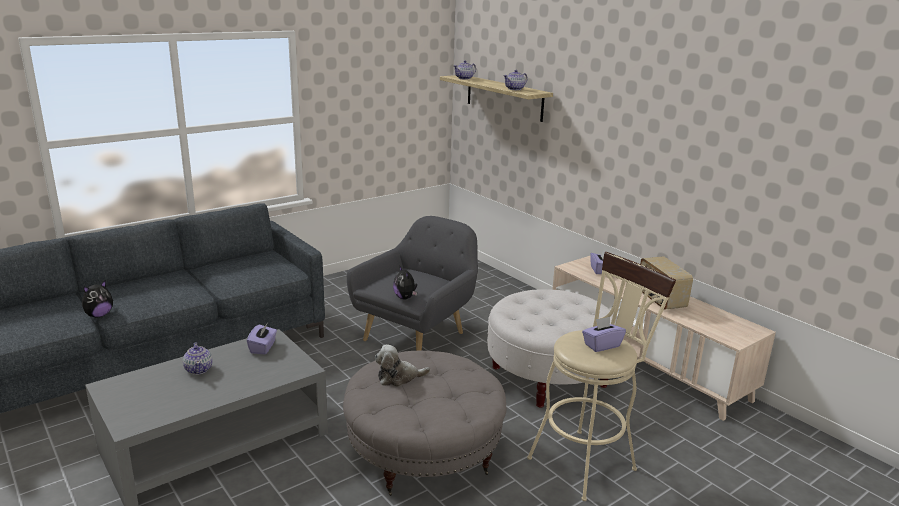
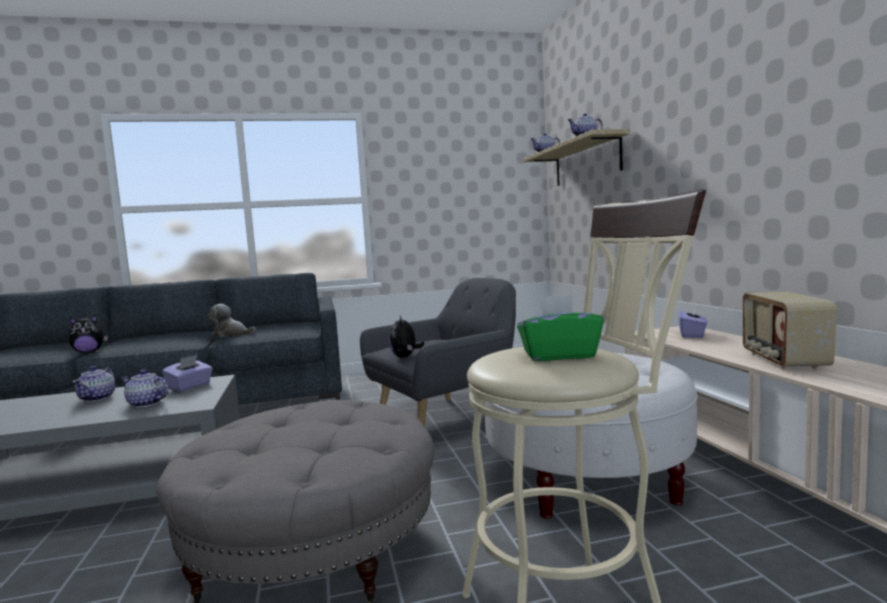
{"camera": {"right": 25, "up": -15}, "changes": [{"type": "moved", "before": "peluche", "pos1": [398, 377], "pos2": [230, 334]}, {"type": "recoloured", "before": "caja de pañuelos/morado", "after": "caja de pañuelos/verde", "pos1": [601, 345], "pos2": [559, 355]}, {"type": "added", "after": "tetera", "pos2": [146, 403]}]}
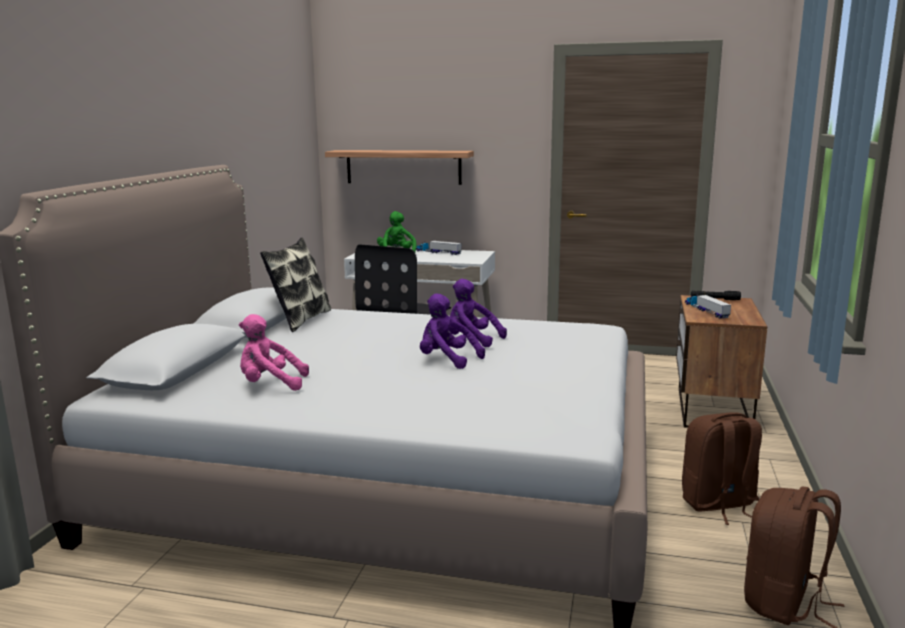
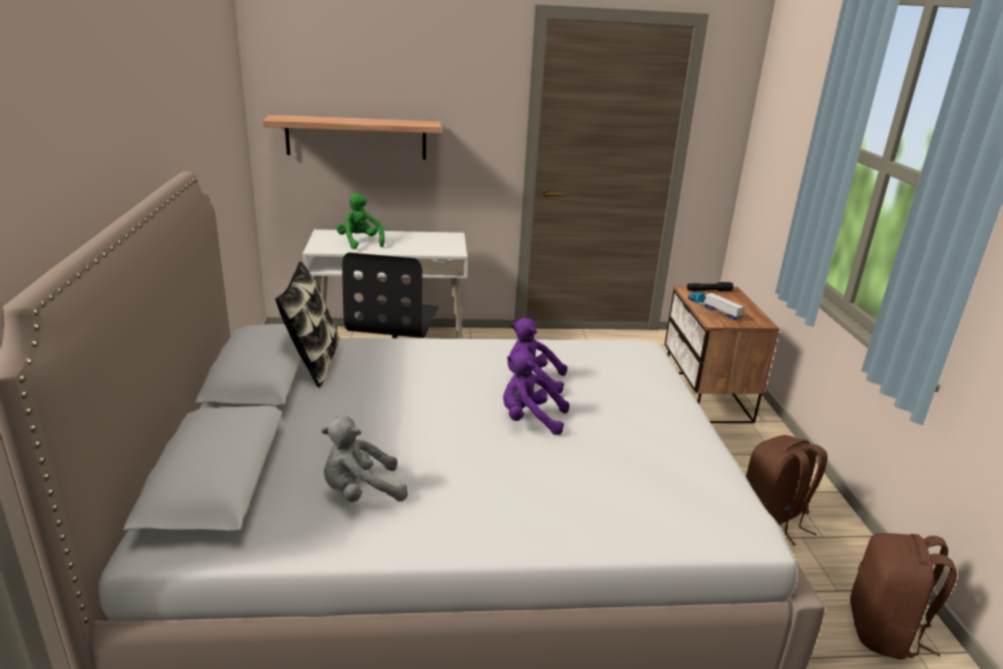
{"camera": {"right": -20, "up": 10}, "changes": [{"type": "recoloured", "before": "peluche/rosa", "after": "peluche/gris", "pos1": [270, 385], "pos2": [360, 492]}, {"type": "removed", "before": "camión de juguete", "pos1": [438, 252]}]}
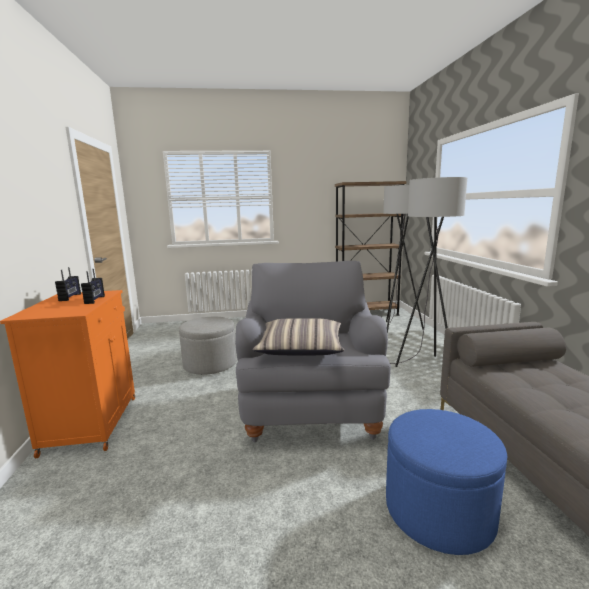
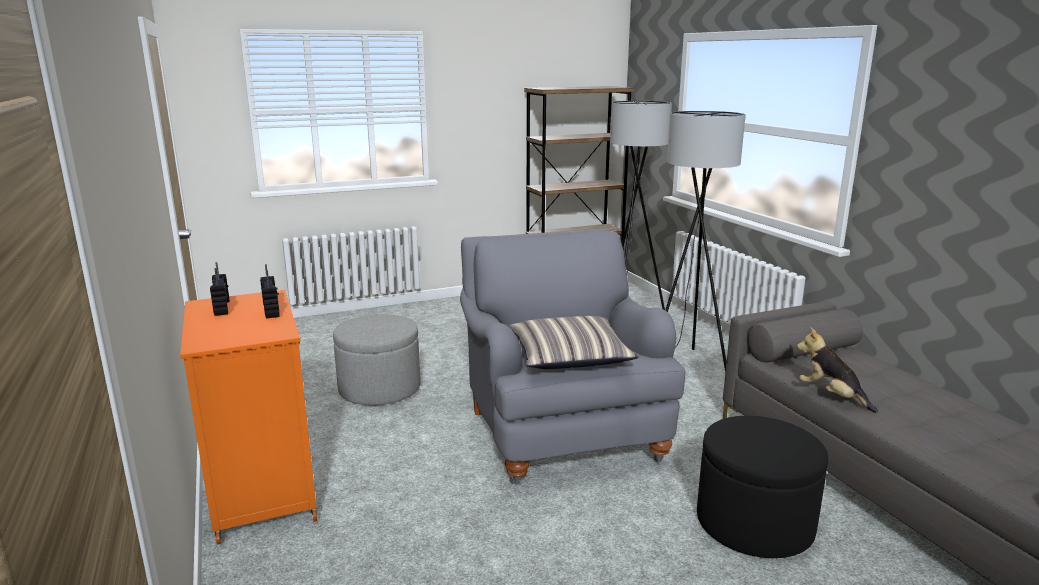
{"camera": {"right": -15, "up": 5}, "changes": [{"type": "recoloured", "before": "puf/azul", "after": "puf/negro", "pos1": [438, 510], "pos2": [754, 523]}, {"type": "added", "after": "peluche", "pos2": [831, 396]}]}
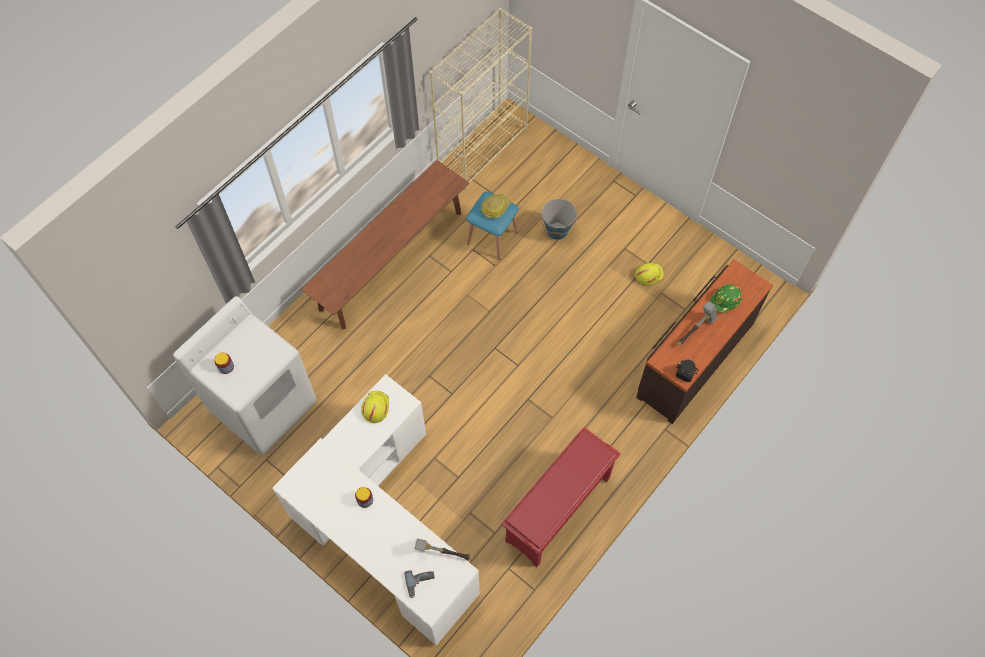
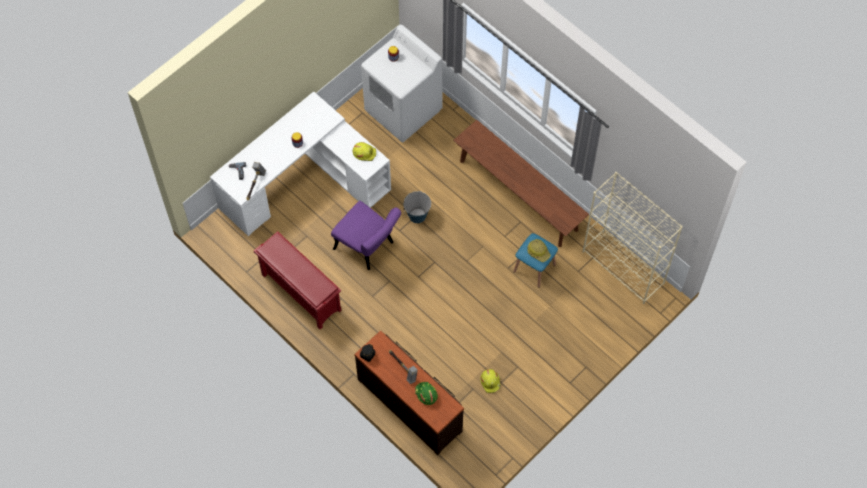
{"camera": {"right": 95, "up": 0}, "changes": [{"type": "moved", "before": "cubo", "pos1": [557, 230], "pos2": [417, 215]}, {"type": "added", "after": "silla/morado", "pos2": [368, 248]}]}
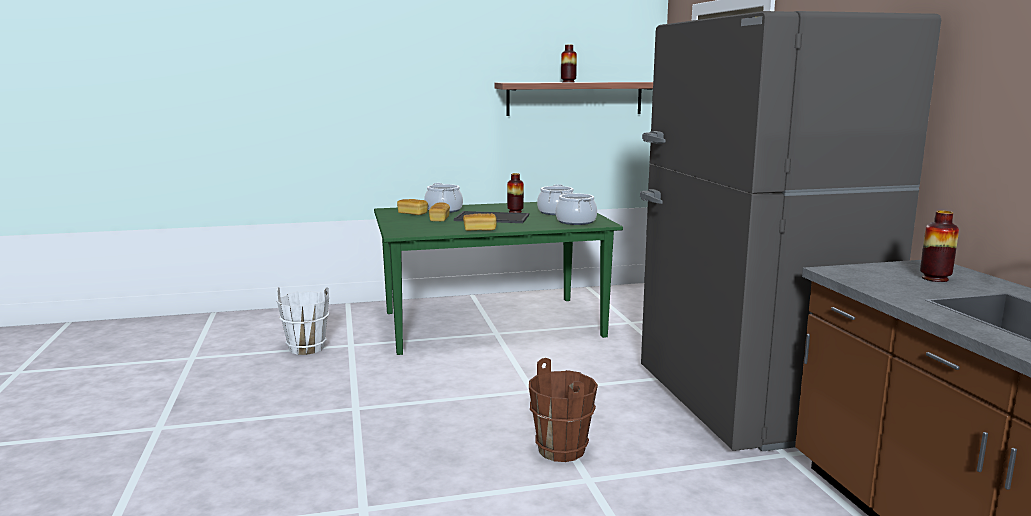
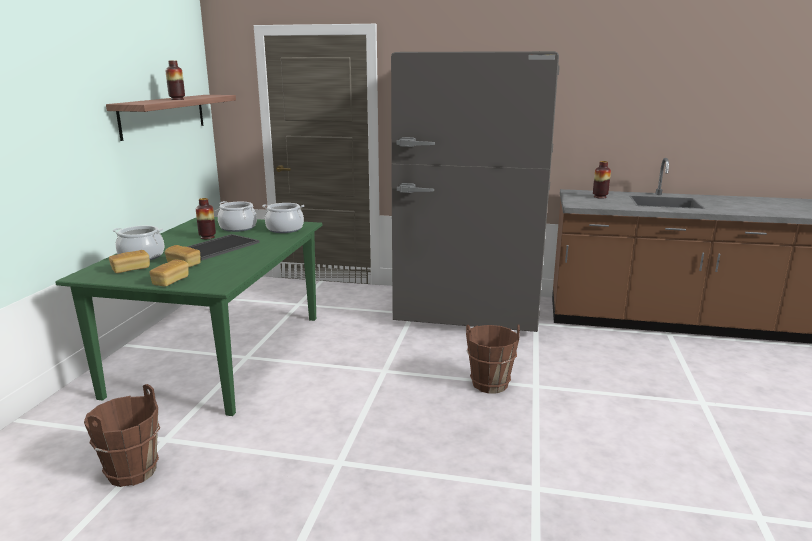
{"camera": {"right": -65, "up": 5}, "changes": [{"type": "recoloured", "before": "cubo/blanco", "after": "cubo/marrón", "pos1": [306, 348], "pos2": [131, 472]}, {"type": "moved", "before": "pan", "pos1": [479, 230], "pos2": [171, 281]}]}
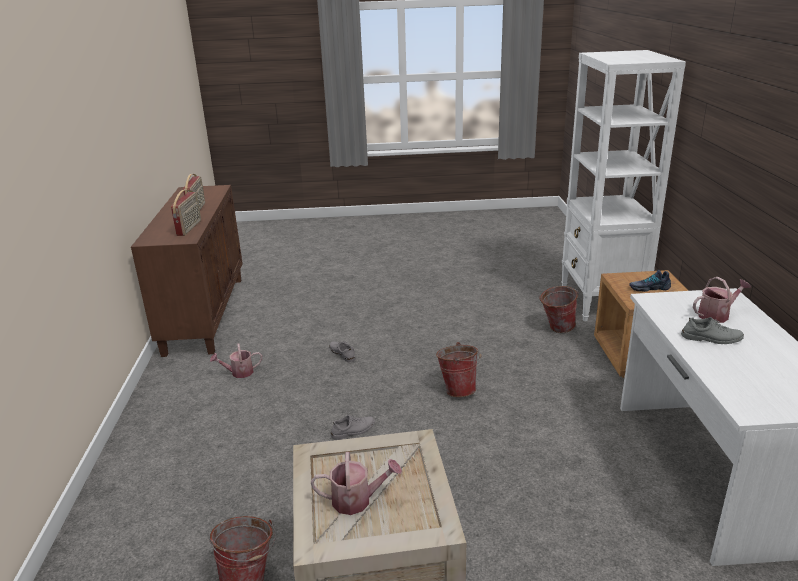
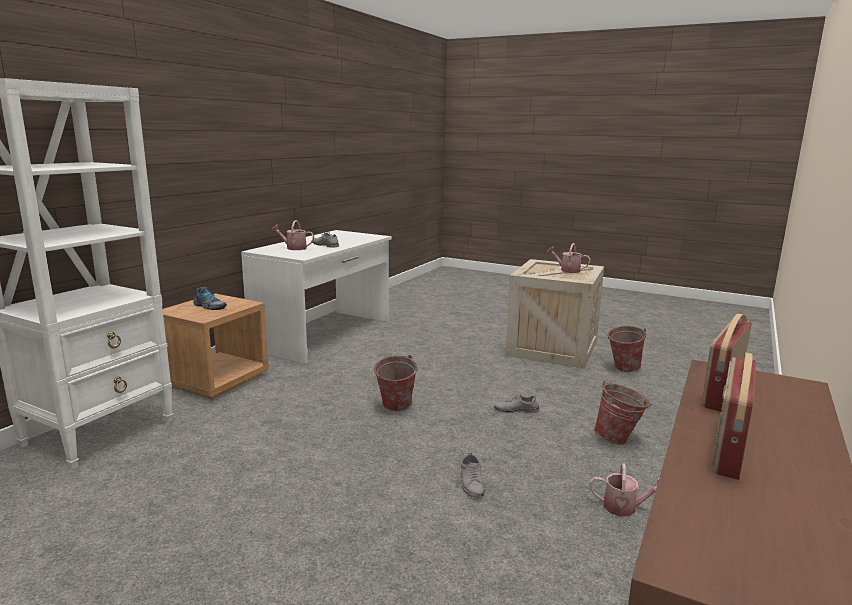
{"camera": {"right": -150, "up": -10}, "changes": [{"type": "moved", "before": "cubo", "pos1": [556, 328], "pos2": [619, 440]}]}
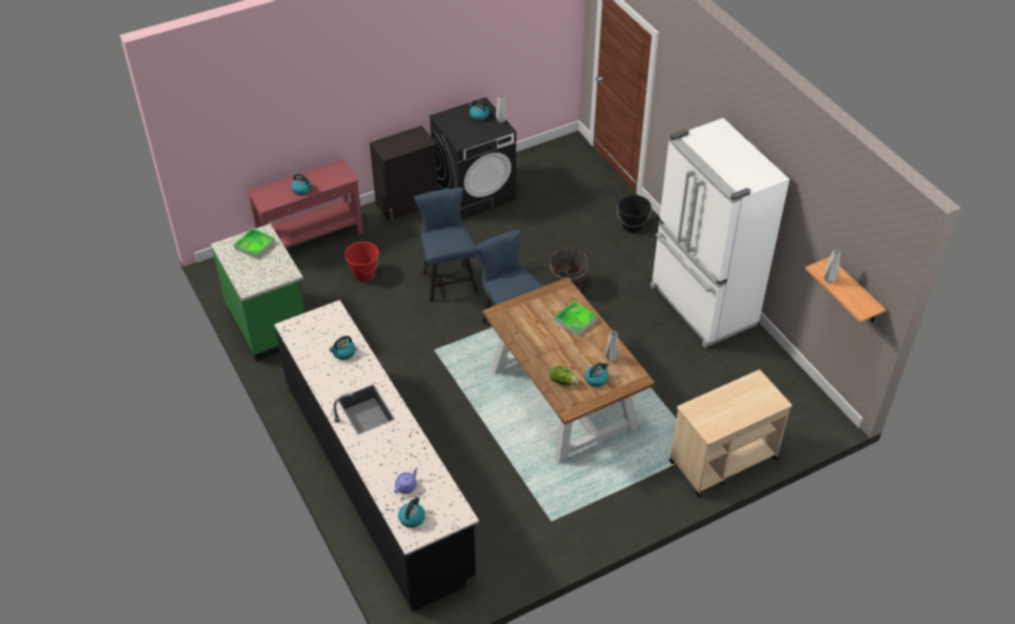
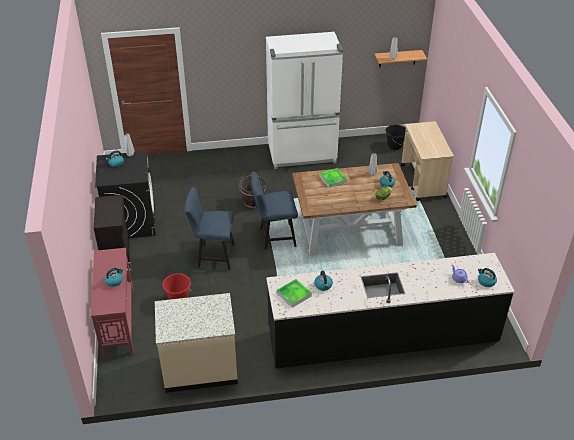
{"camera": {"right": -70, "up": -5}, "changes": [{"type": "recoloured", "before": "mueble bajo de cocina/verde", "after": "mueble bajo de cocina/beis", "pos1": [269, 323], "pos2": [200, 367]}, {"type": "moved", "before": "bandeja", "pos1": [255, 245], "pos2": [294, 294]}, {"type": "moved", "before": "cubo/negro", "pos1": [632, 226], "pos2": [394, 146]}]}
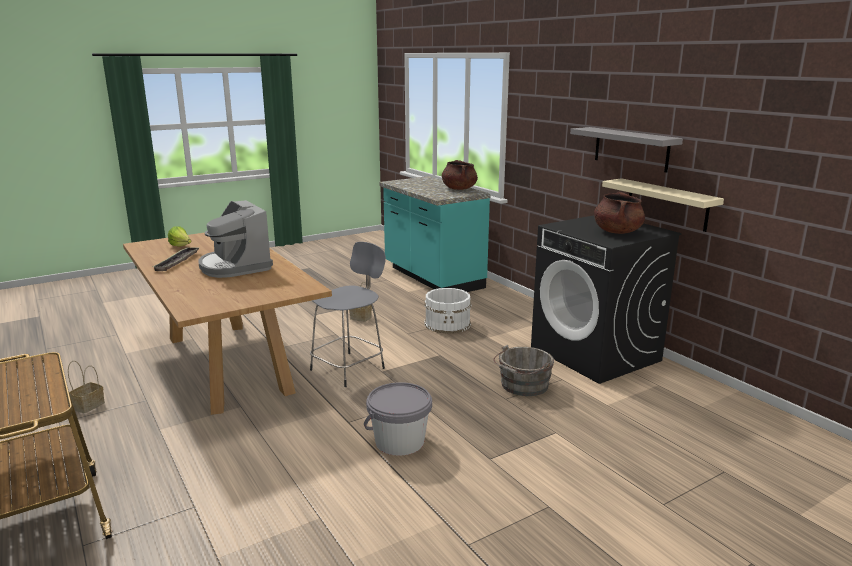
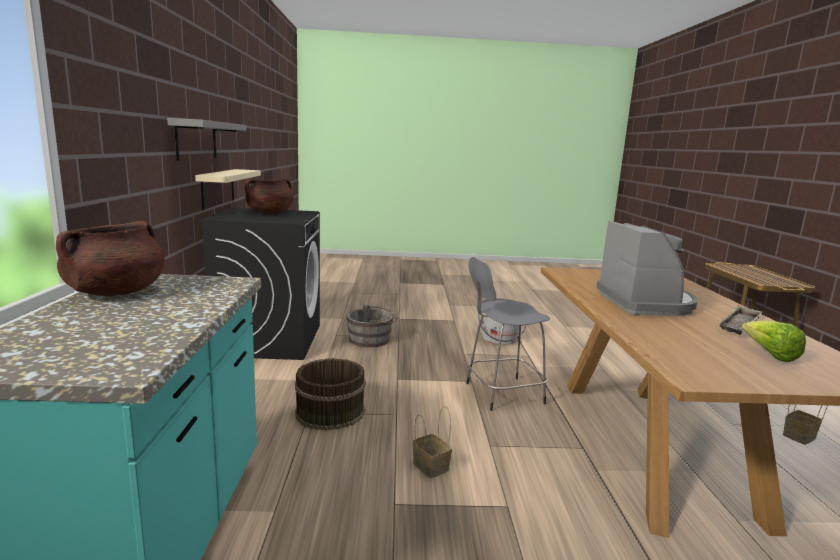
{"camera": {"right": -150, "up": -5}, "changes": [{"type": "recoloured", "before": "cubo/blanco", "after": "cubo/marrón", "pos1": [448, 323], "pos2": [329, 411]}]}
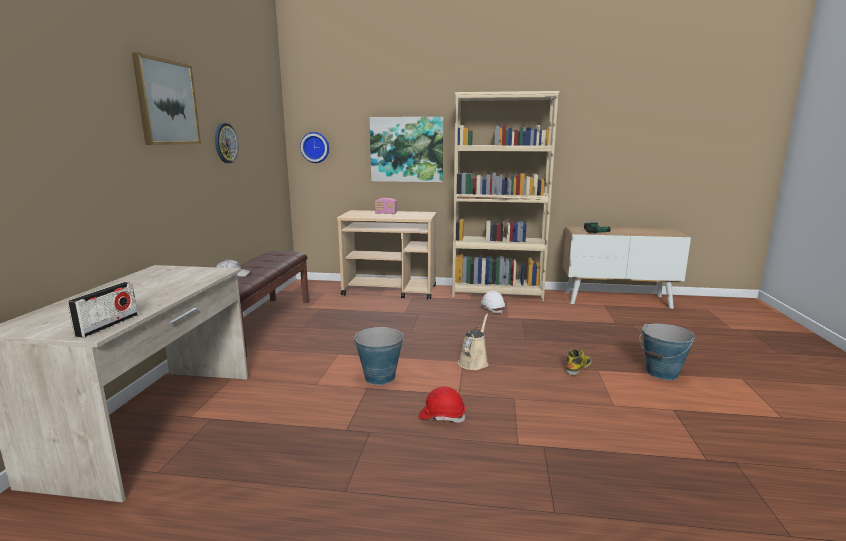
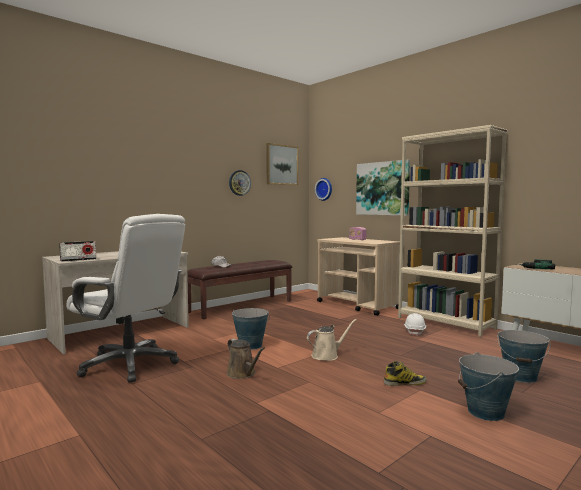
{"camera": {"right": 40, "up": -10}, "changes": [{"type": "moved", "before": "cuadro", "pos1": [166, 102], "pos2": [281, 165]}, {"type": "replaced", "before": "casco/rojo", "after": "regadera/marrón", "pos1": [441, 416], "pos2": [243, 374]}, {"type": "added", "after": "silla de oficina/blanco", "pos2": [130, 364]}, {"type": "added", "after": "cubo", "pos2": [521, 377]}]}
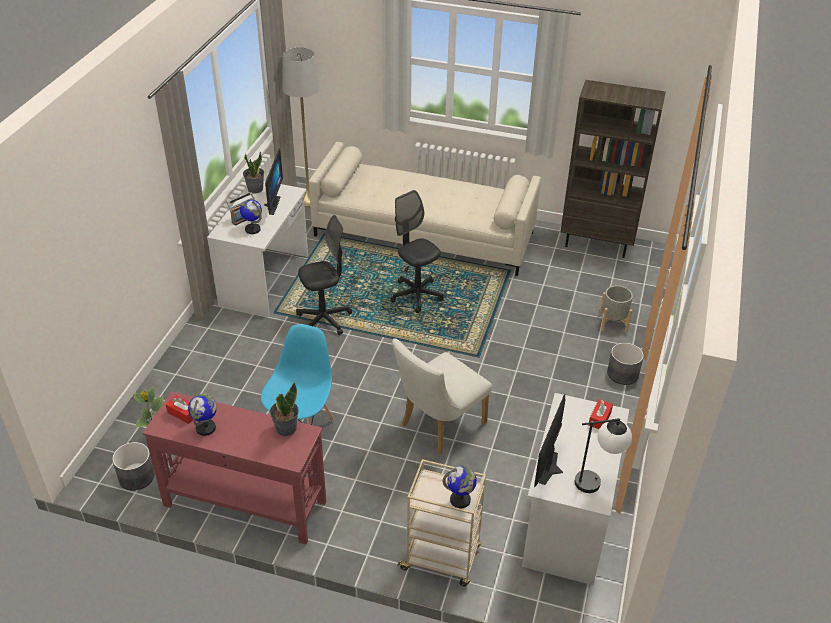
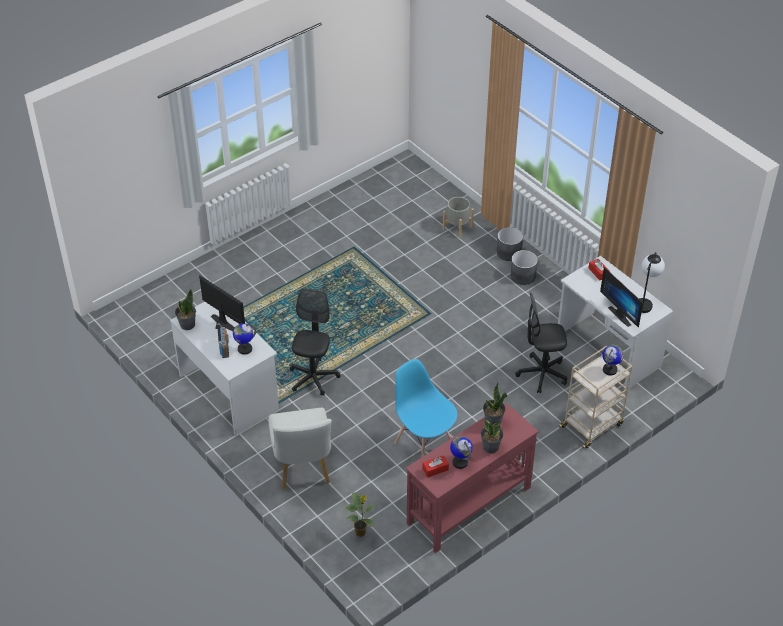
{"camera": {"right": -55, "up": 5}, "changes": [{"type": "moved", "before": "maceta/gris", "pos1": [136, 476], "pos2": [523, 276]}, {"type": "removed", "before": "lámpara de pie/gris", "pos1": [309, 199]}, {"type": "removed", "before": "sofá/beis", "pos1": [425, 234]}, {"type": "moved", "before": "silla de oficina/negro", "pos1": [416, 295], "pos2": [542, 374]}, {"type": "moved", "before": "silla/blanco", "pos1": [438, 427], "pos2": [303, 469]}, {"type": "removed", "before": "estantería/marrón", "pos1": [597, 243]}, {"type": "added", "after": "planta en maceta", "pos2": [490, 446]}]}
